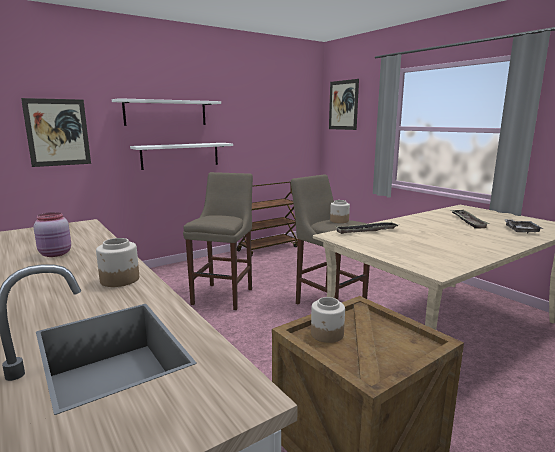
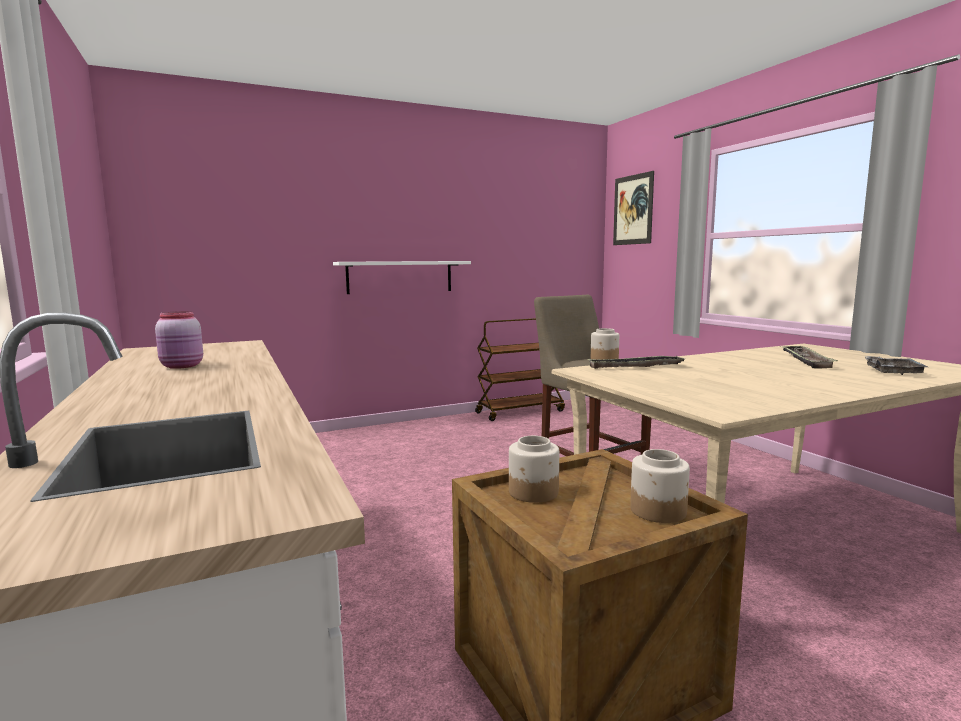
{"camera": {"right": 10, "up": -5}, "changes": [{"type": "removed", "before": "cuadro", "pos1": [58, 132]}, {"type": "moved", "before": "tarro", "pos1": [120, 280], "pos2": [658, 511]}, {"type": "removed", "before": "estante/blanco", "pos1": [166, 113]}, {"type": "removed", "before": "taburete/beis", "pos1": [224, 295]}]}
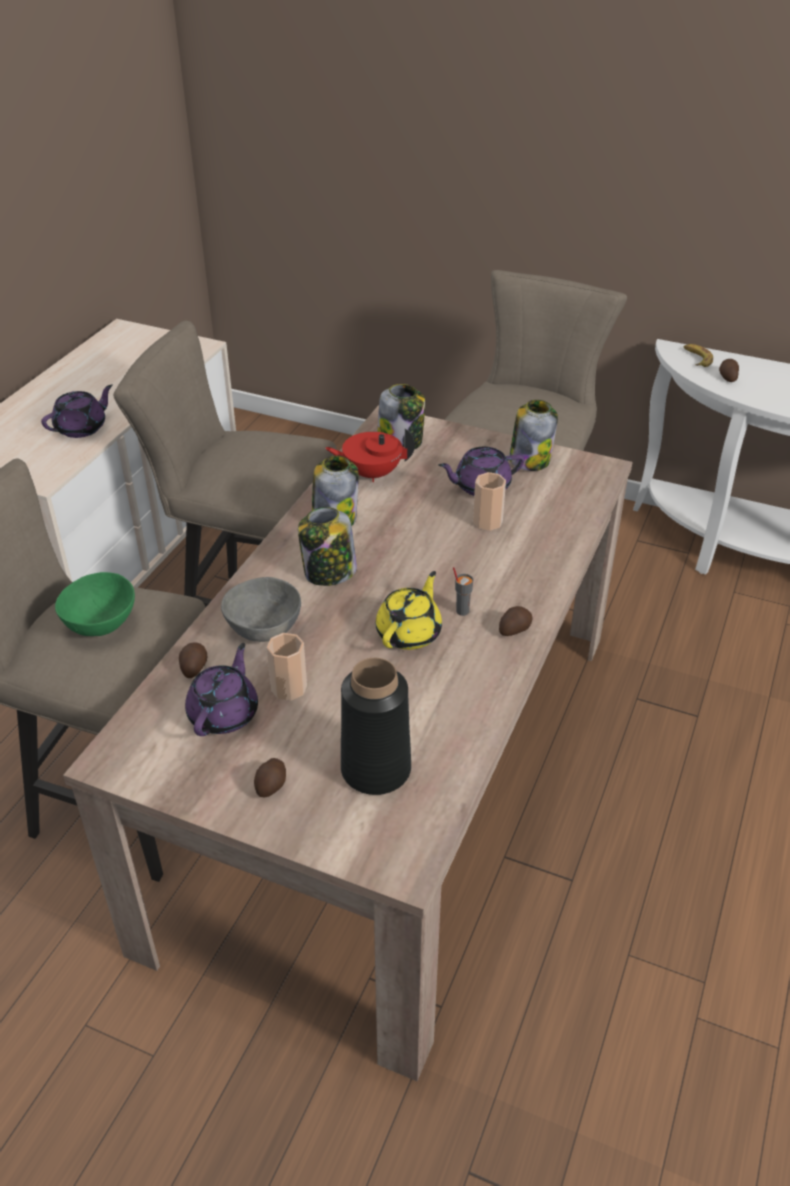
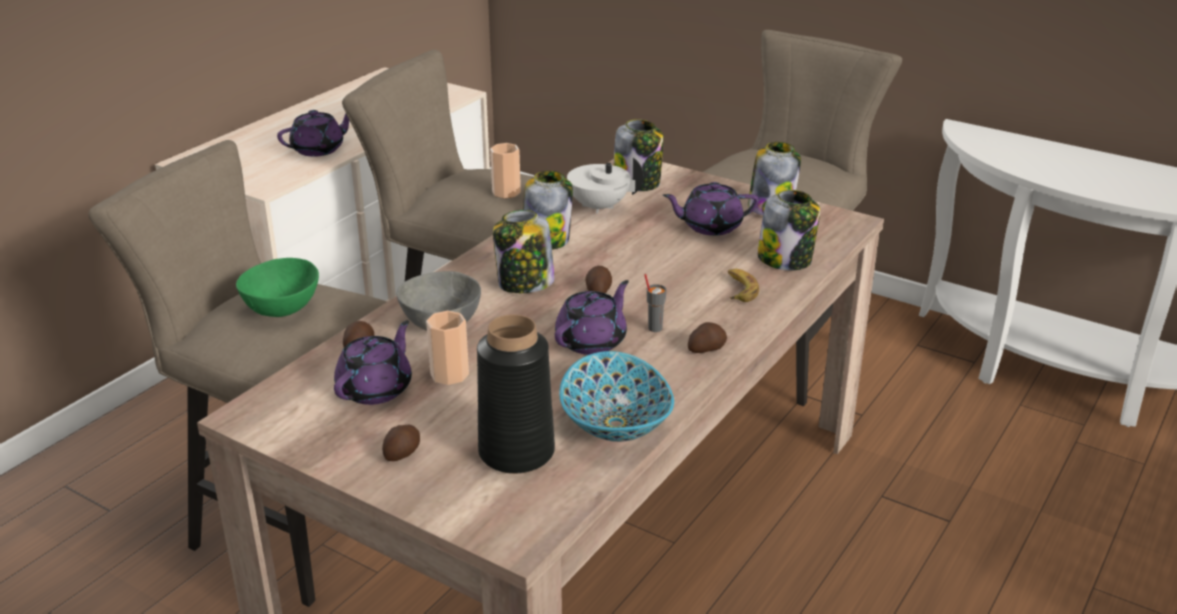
{"camera": {"right": 10, "up": -10}, "changes": [{"type": "recoloured", "before": "tetera/rojo", "after": "tetera/blanco", "pos1": [371, 473], "pos2": [597, 206]}, {"type": "recoloured", "before": "tetera/amarillo", "after": "tetera/morado", "pos1": [409, 633], "pos2": [592, 341]}, {"type": "moved", "before": "taza", "pos1": [487, 521], "pos2": [506, 192]}, {"type": "moved", "before": "plátano", "pos1": [696, 358], "pos2": [739, 289]}, {"type": "moved", "before": "patata", "pos1": [727, 377], "pos2": [598, 291]}, {"type": "added", "after": "cuenco", "pos2": [617, 424]}, {"type": "added", "after": "tarro", "pos2": [786, 259]}]}
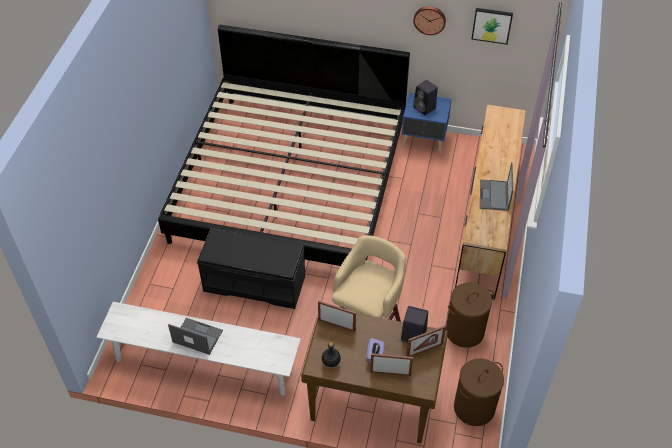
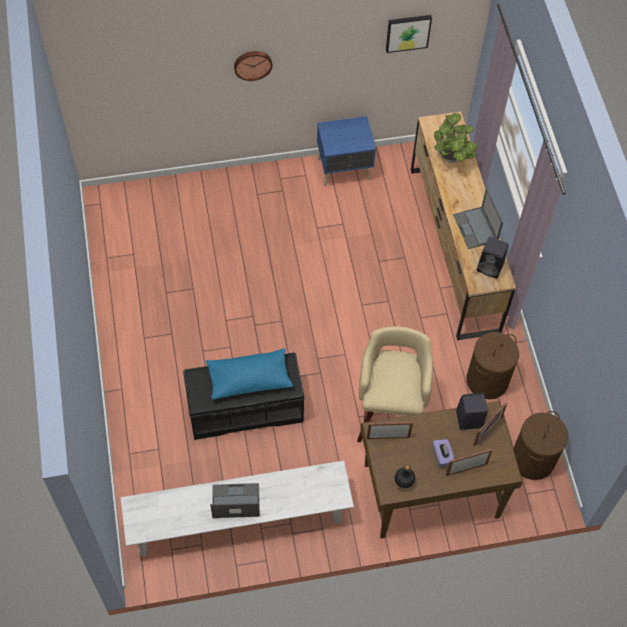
{"camera": {"right": -25, "up": 10}, "changes": [{"type": "removed", "before": "cama", "pos1": [290, 181]}, {"type": "moved", "before": "reloj de pared", "pos1": [429, 19], "pos2": [252, 64]}, {"type": "moved", "before": "altavoz/negro", "pos1": [425, 108], "pos2": [491, 267]}, {"type": "added", "after": "cojín/azul", "pos2": [249, 379]}, {"type": "added", "after": "planta en maceta", "pos2": [452, 158]}]}
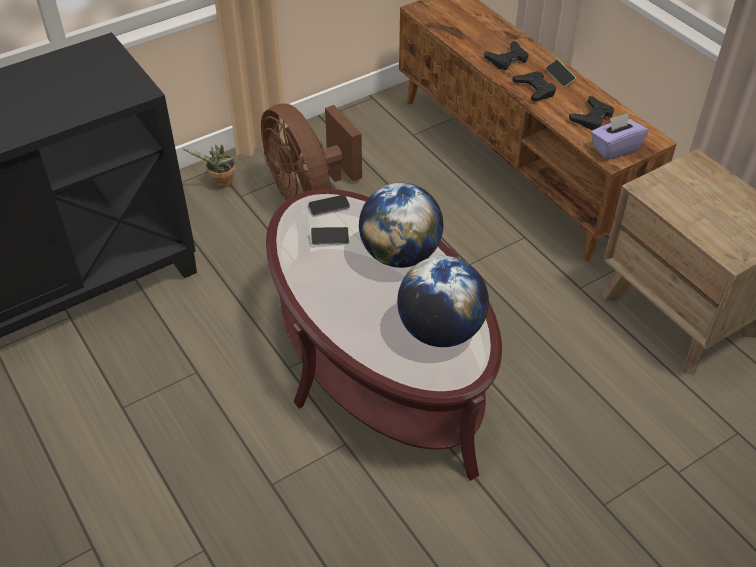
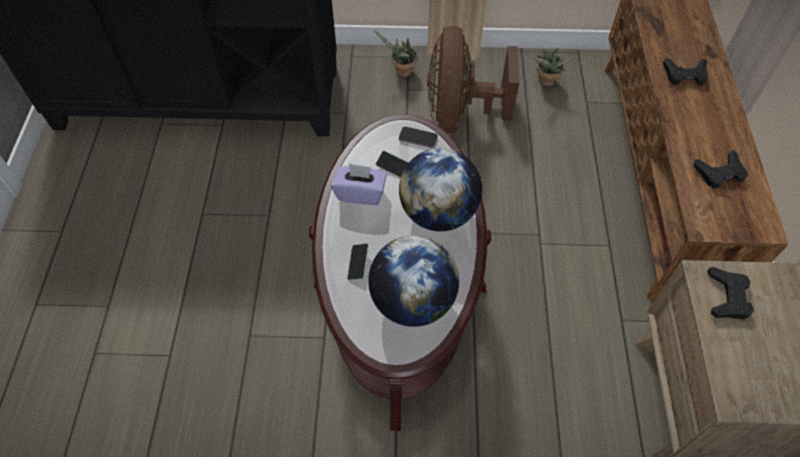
{"camera": {"right": 35, "up": 10}, "changes": [{"type": "moved", "before": "mando de consola/negro", "pos1": [534, 89], "pos2": [727, 297]}, {"type": "moved", "before": "móvil", "pos1": [559, 77], "pos2": [358, 264]}, {"type": "moved", "before": "caja de pañuelos/morado", "pos1": [615, 148], "pos2": [360, 193]}, {"type": "added", "after": "planta en maceta", "pos2": [546, 82]}]}
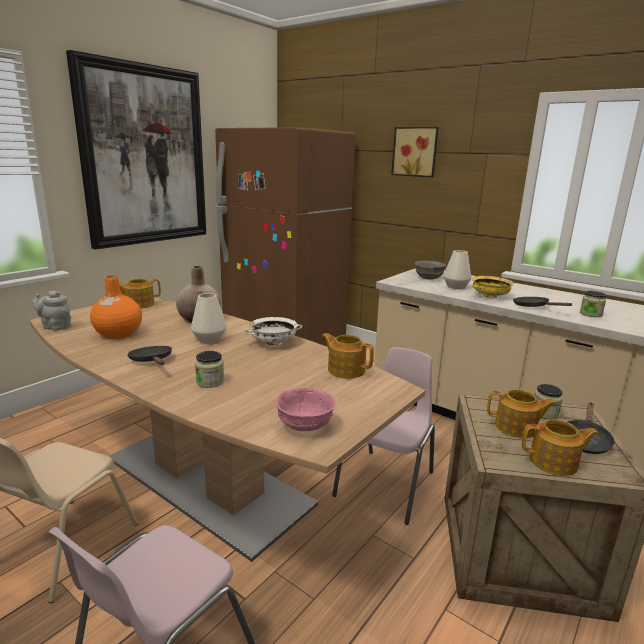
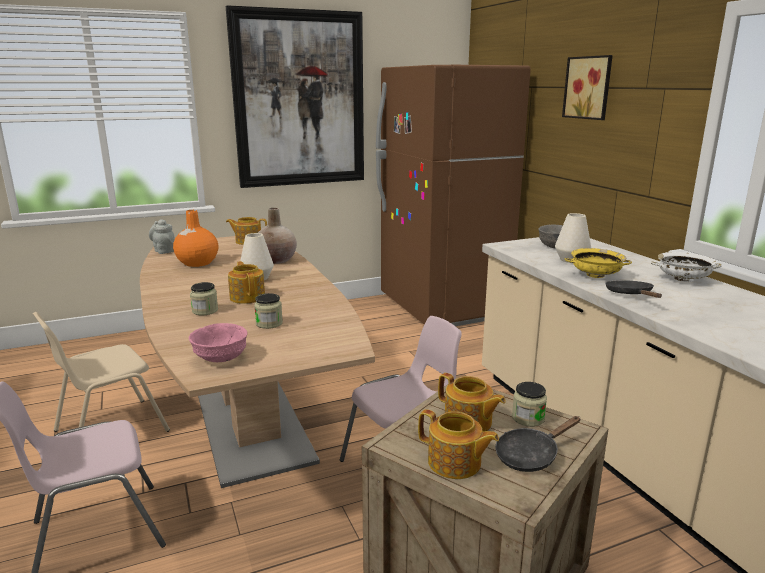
{"camera": {"right": 30, "up": 0}, "changes": [{"type": "removed", "before": "sartén/negro", "pos1": [152, 361]}, {"type": "moved", "before": "cuenco/blanco", "pos1": [273, 343], "pos2": [682, 279]}, {"type": "moved", "before": "tetera", "pos1": [346, 370], "pos2": [248, 297]}, {"type": "moved", "before": "tarro", "pos1": [590, 314], "pos2": [269, 323]}]}
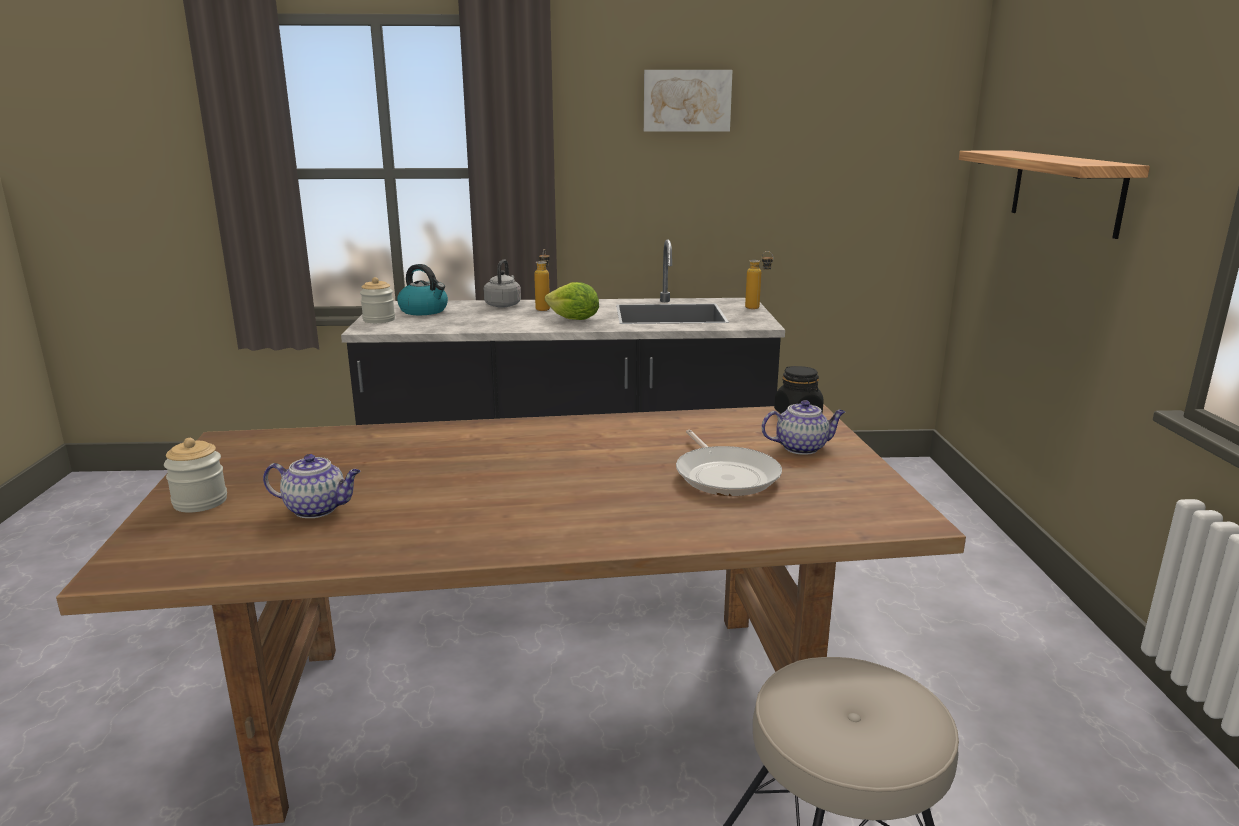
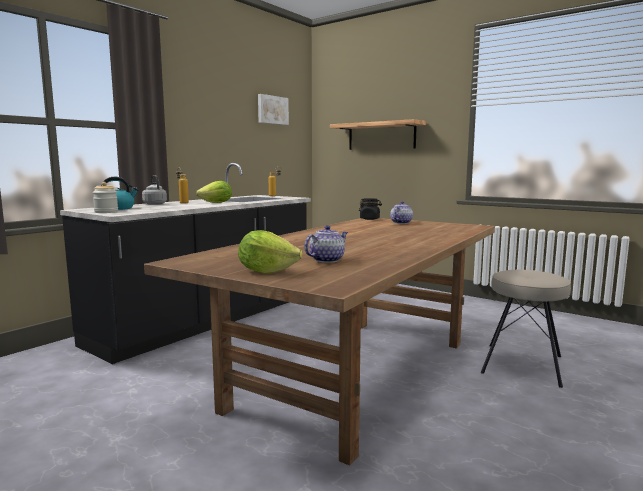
{"camera": {"right": -50, "up": -10}, "changes": [{"type": "replaced", "before": "tarro", "after": "lechuga", "pos1": [200, 502], "pos2": [267, 271]}, {"type": "moved", "before": "cuadro", "pos1": [686, 101], "pos2": [272, 110]}, {"type": "removed", "before": "sartén", "pos1": [725, 476]}]}
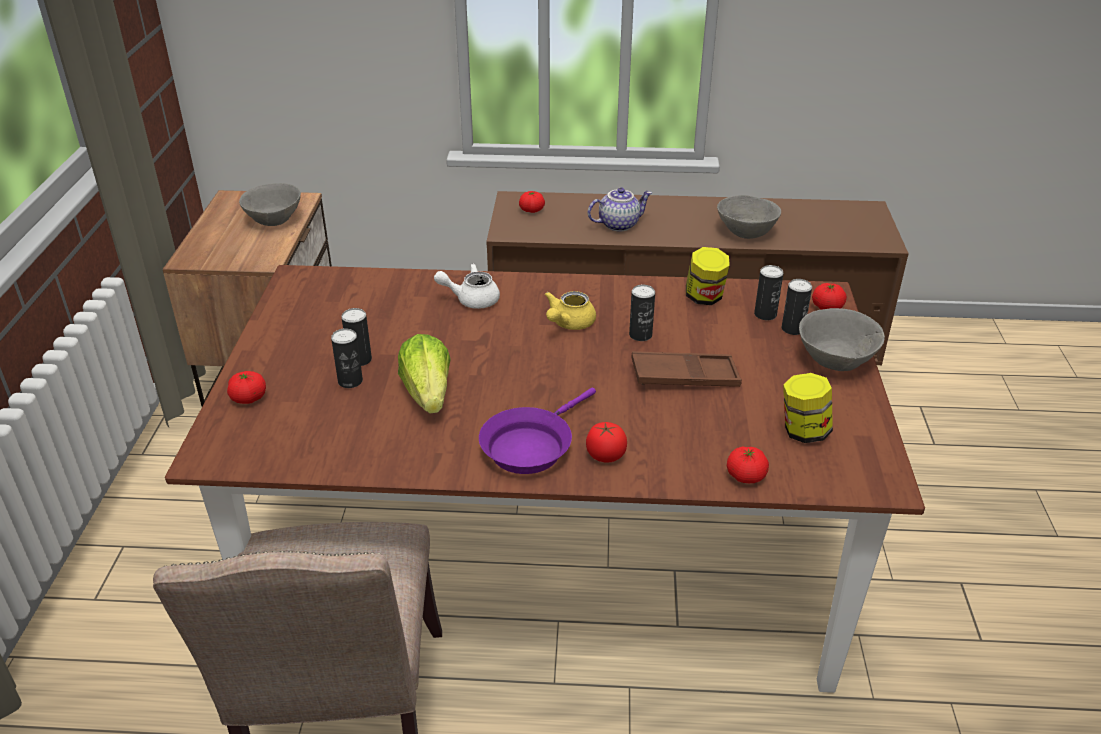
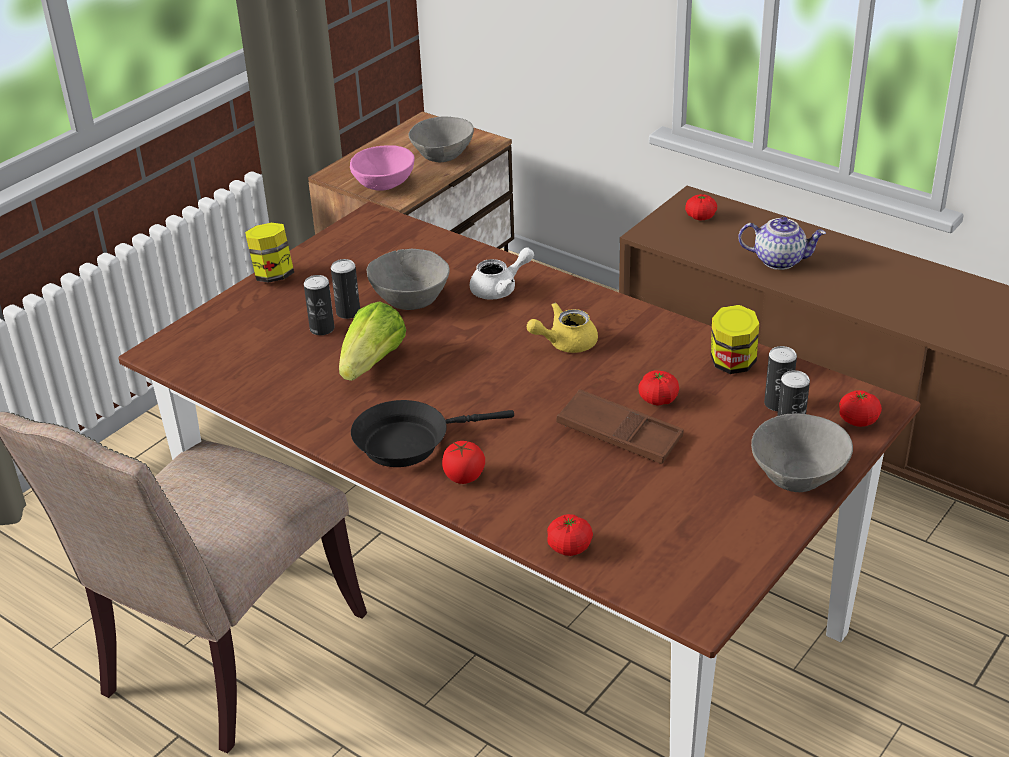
{"camera": {"right": 35, "up": 0}, "changes": [{"type": "moved", "before": "tomate", "pos1": [248, 398], "pos2": [658, 399]}, {"type": "turned", "before": "tetera/blanco", "pos1": [471, 299], "pos2": [500, 289], "turn": 120}, {"type": "recoloured", "before": "sartén/morado", "after": "sartén/negro", "pos1": [531, 446], "pos2": [409, 442]}, {"type": "removed", "before": "lata", "pos1": [640, 335]}, {"type": "moved", "before": "cuenco/gris", "pos1": [746, 232], "pos2": [411, 299]}, {"type": "moved", "before": "tarro", "pos1": [803, 431], "pos2": [273, 275]}, {"type": "added", "after": "cuenco/rosa", "pos2": [385, 186]}]}
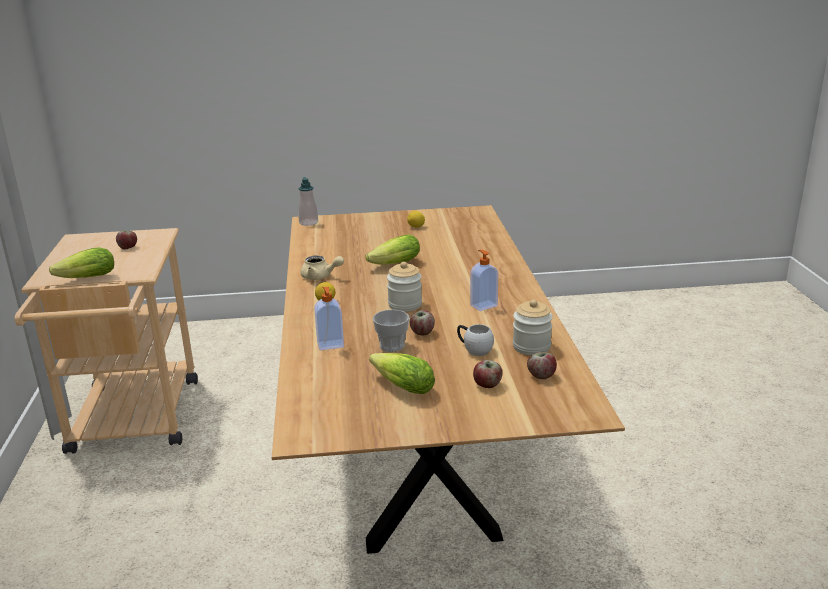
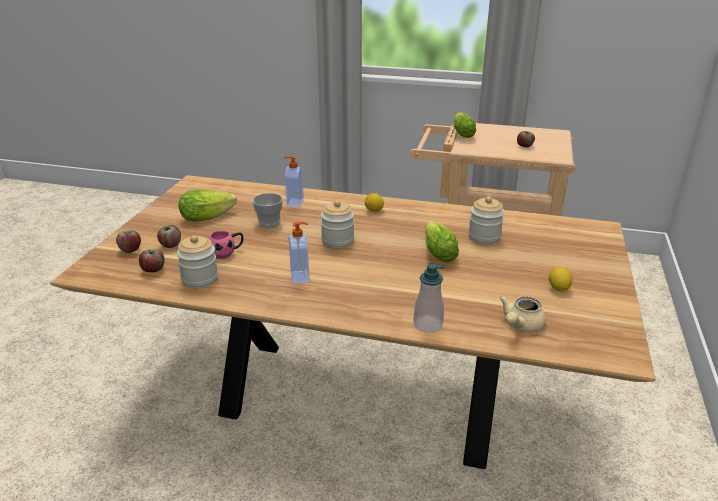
{"camera": {"right": 110, "up": 5}, "changes": [{"type": "moved", "before": "dispensador de jabón", "pos1": [308, 223], "pos2": [428, 325]}, {"type": "moved", "before": "tetera/beis", "pos1": [320, 277], "pos2": [520, 325]}, {"type": "moved", "before": "manzana", "pos1": [422, 333], "pos2": [130, 250]}, {"type": "recoloured", "before": "taza grande/blanco", "after": "taza grande/rosa", "pos1": [474, 349], "pos2": [227, 253]}, {"type": "added", "after": "tarro", "pos2": [484, 237]}]}
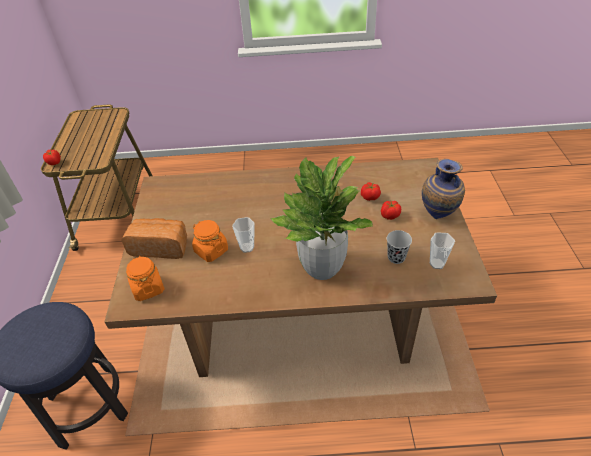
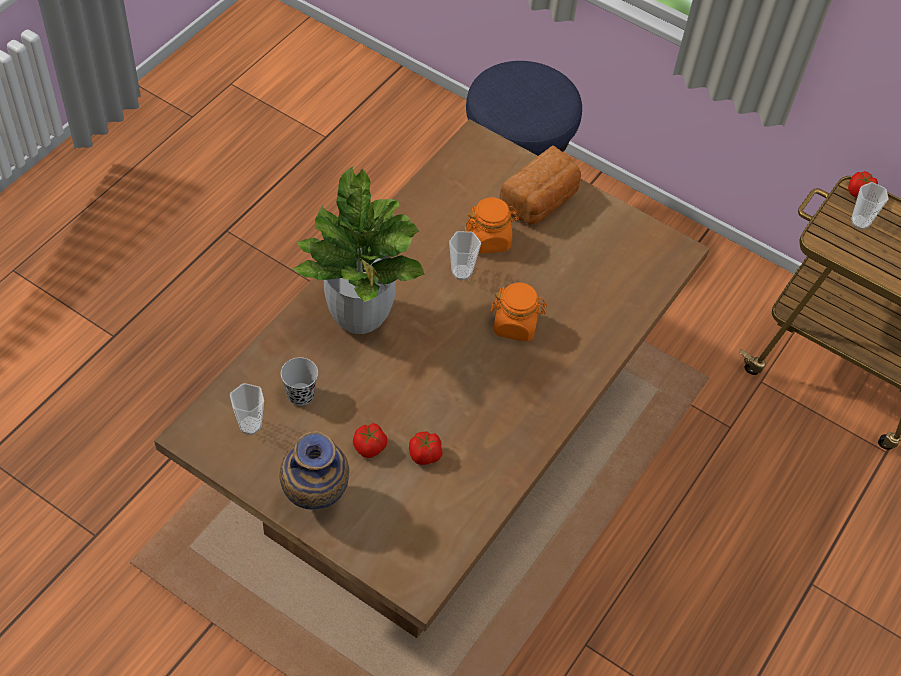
{"camera": {"right": 120, "up": 10}, "changes": [{"type": "moved", "before": "tarro/naranja", "pos1": [148, 288], "pos2": [515, 325]}, {"type": "added", "after": "taza", "pos2": [860, 222]}]}
